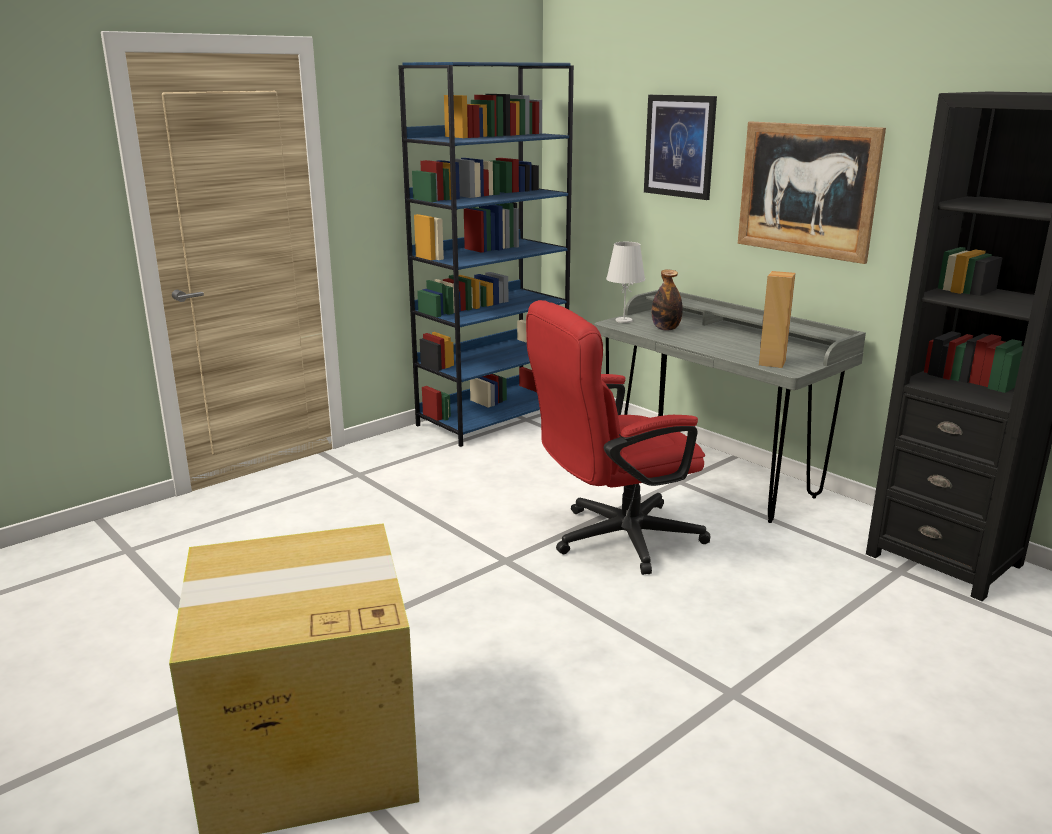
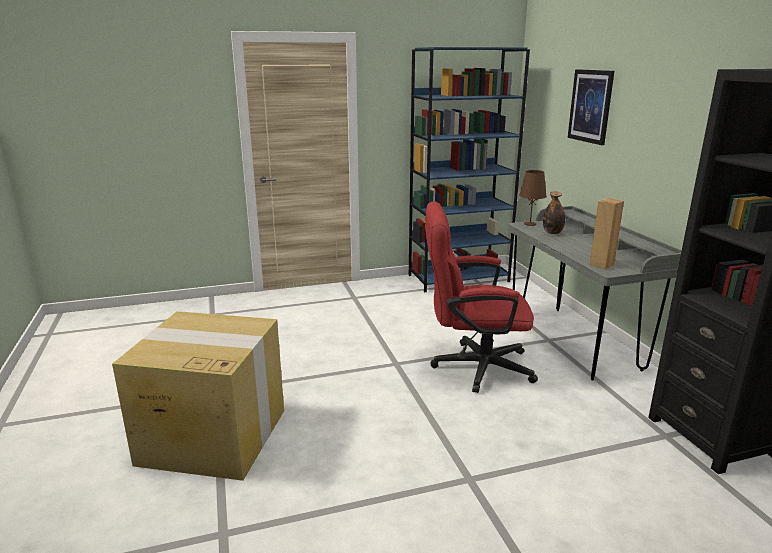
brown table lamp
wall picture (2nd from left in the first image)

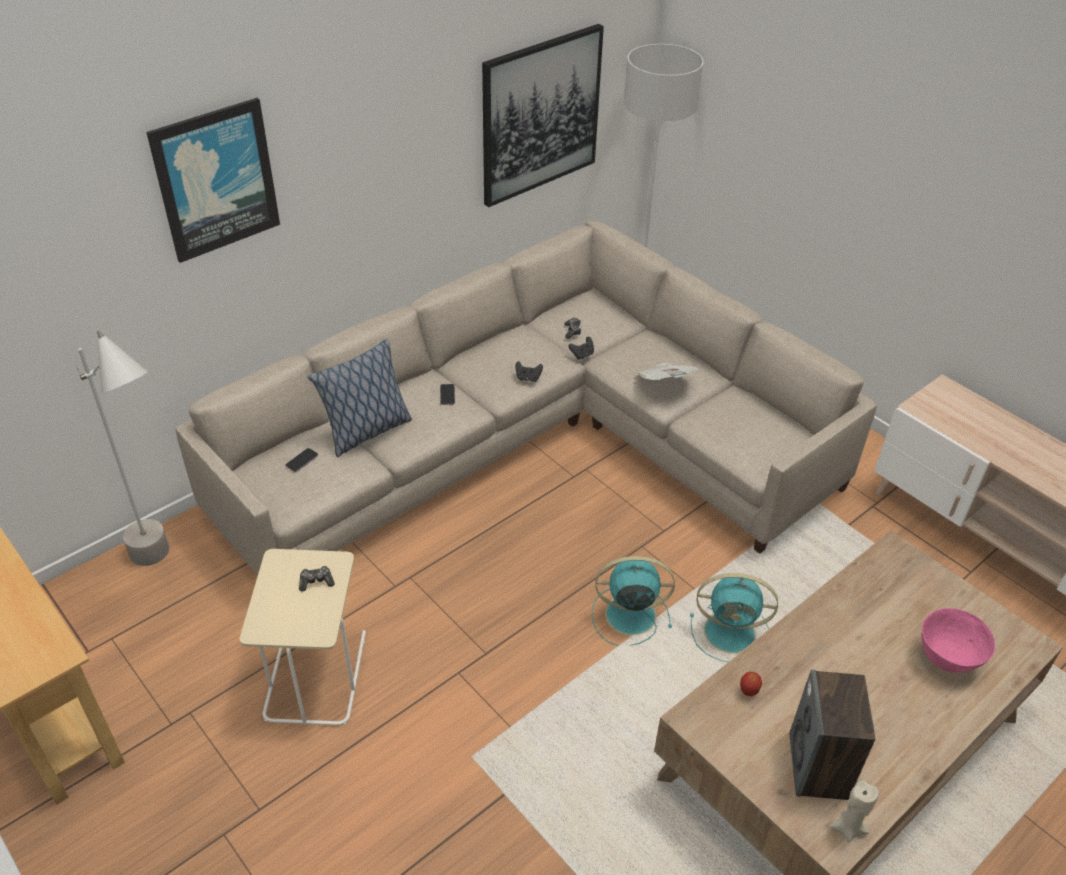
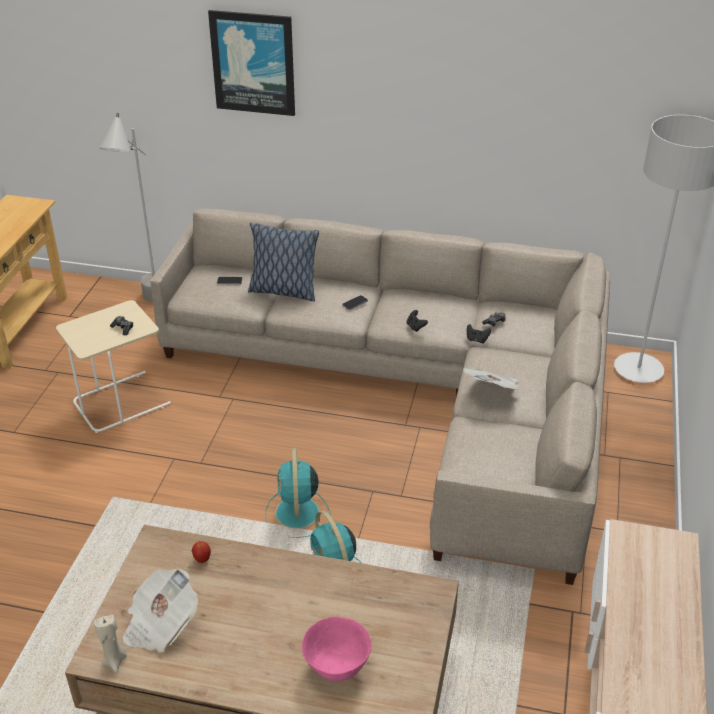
wall picture (2nd from left in the first image)
blue-green cooling fan (1st from left)
printed paper (1st from left)

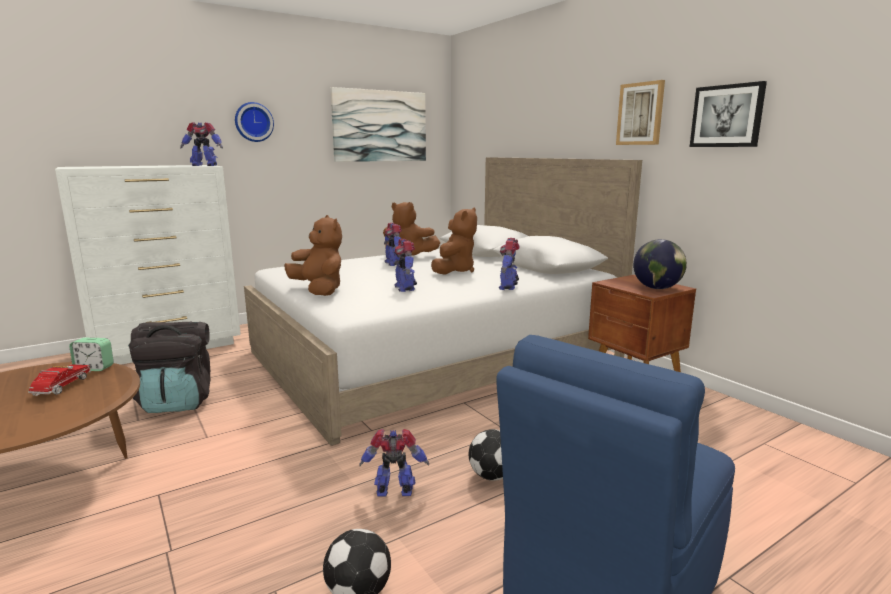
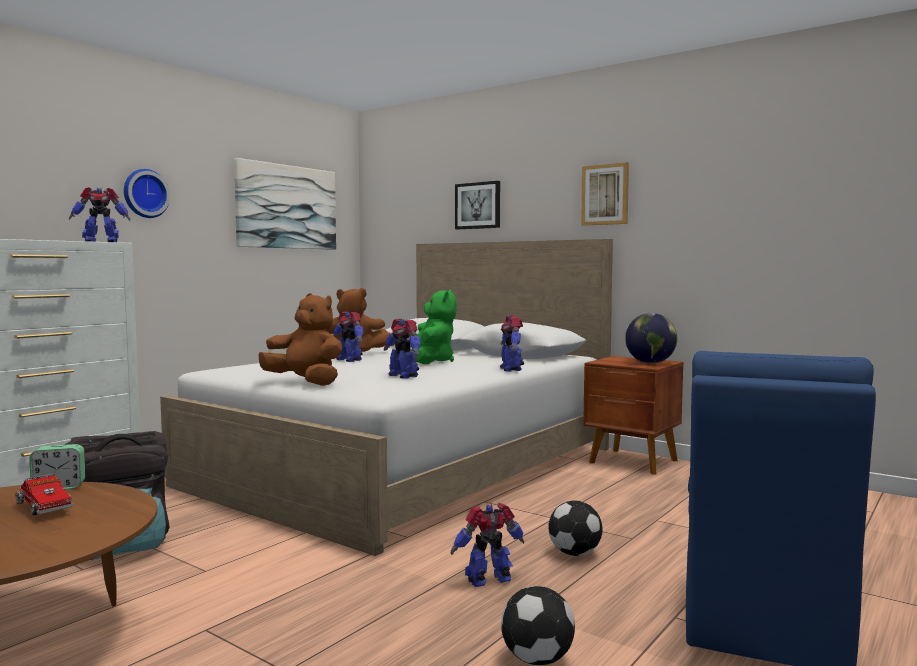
model truck
green-coloured cuddly toy
wall picture (2nd from left)

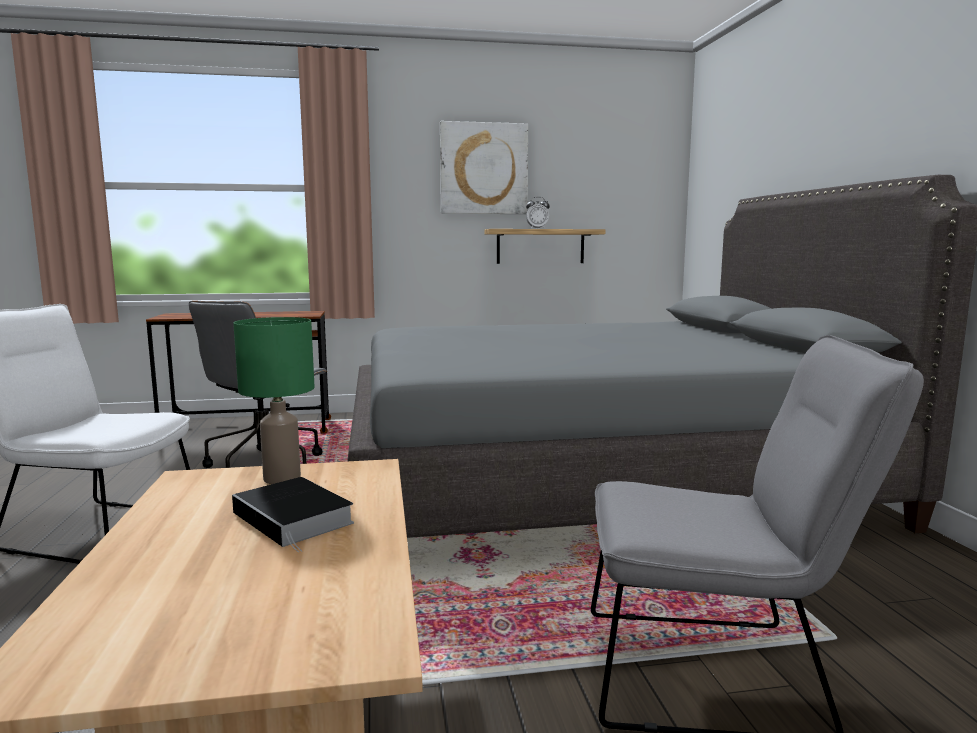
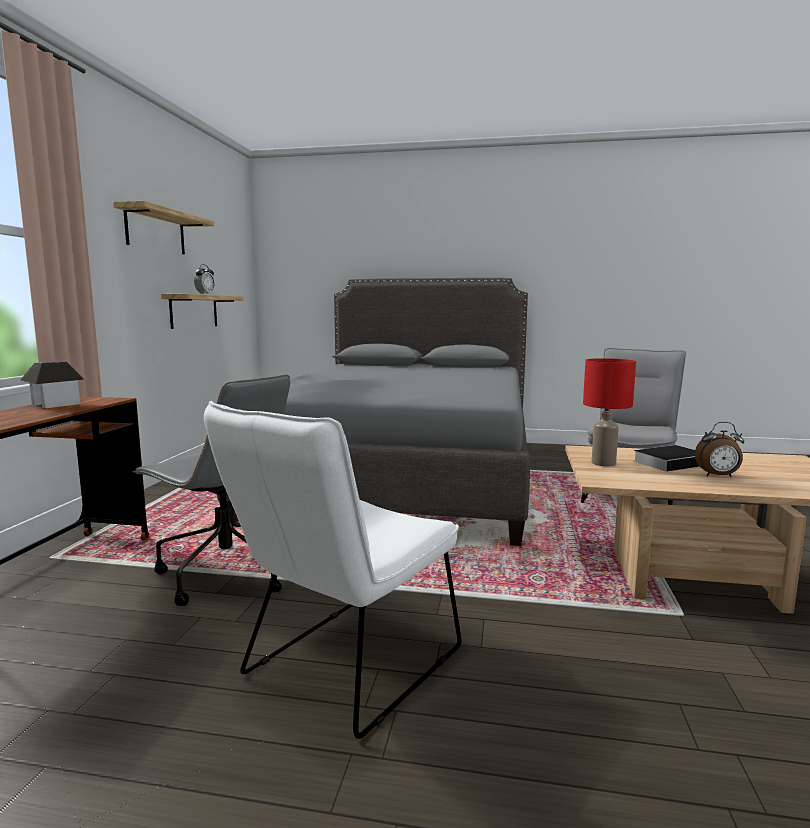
red-coloured table lamp
wall shelf (1st from left)
toy house
table clock (2nd from left)

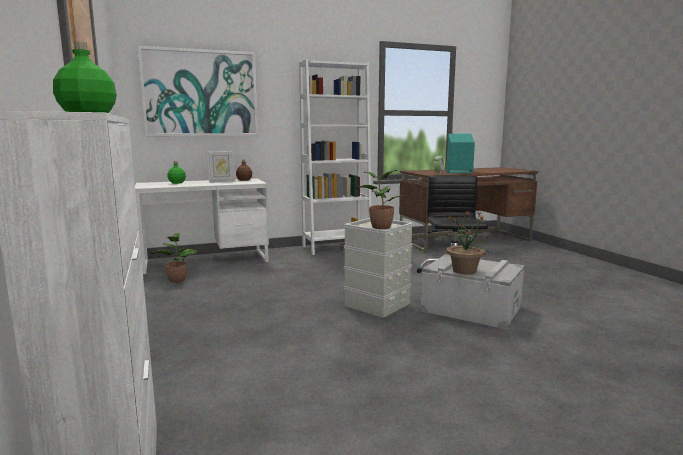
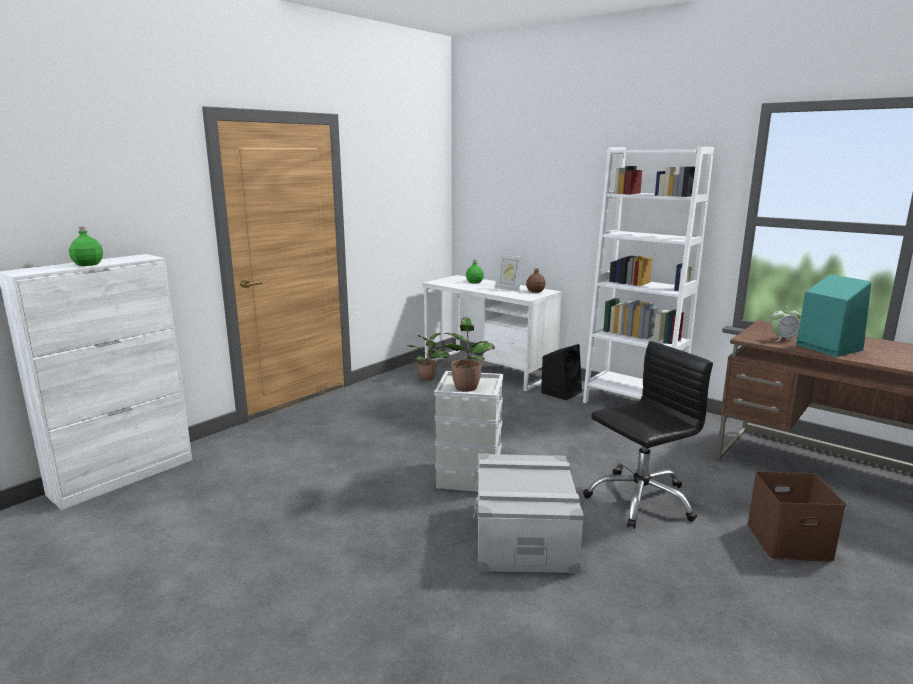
wall picture
plant in a pot (3rd from left in the first image)
black-coloured speaker
brown storage box

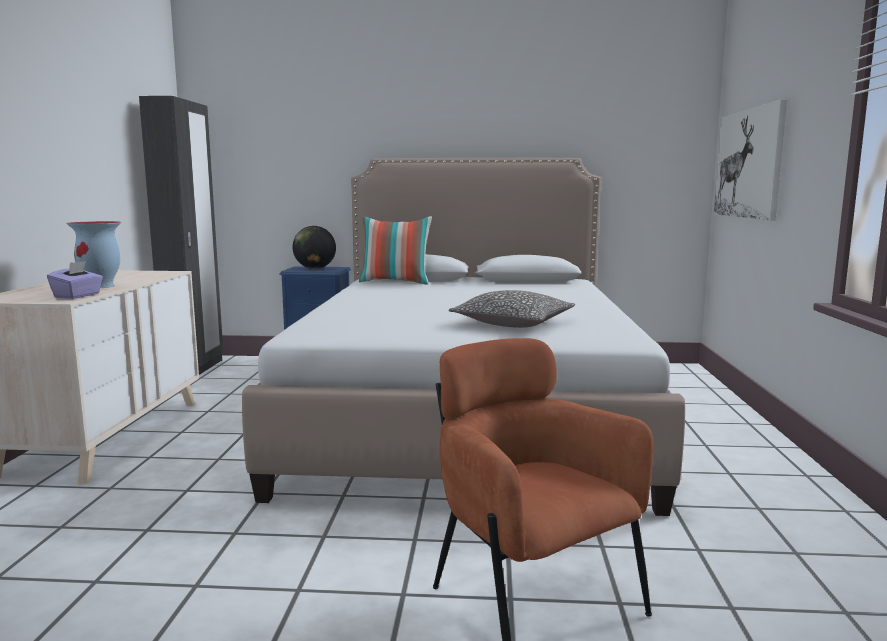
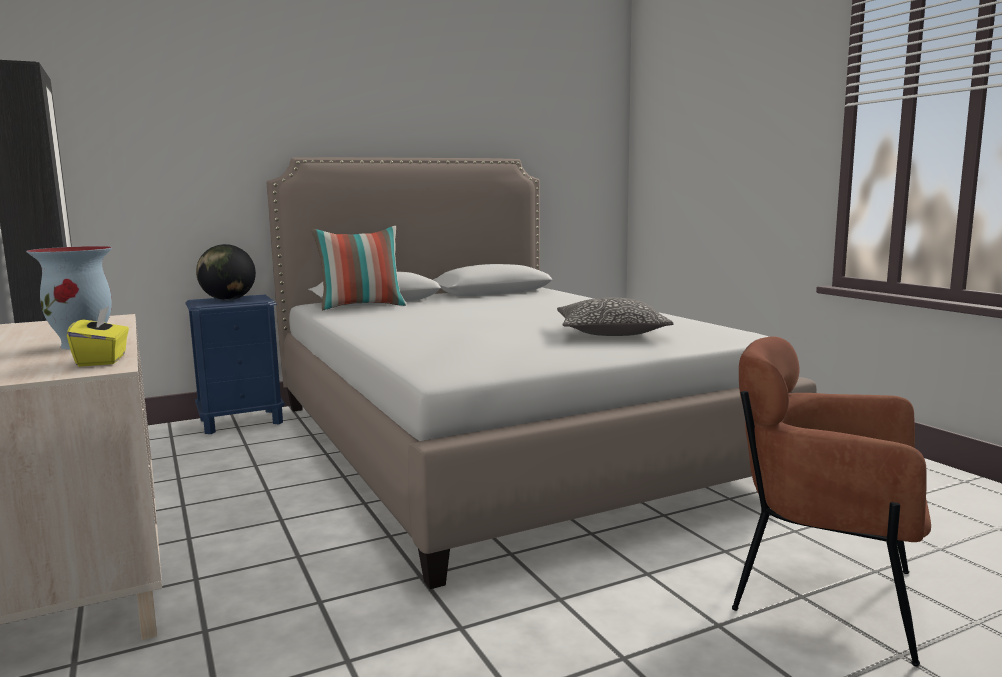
yellow box of tissues
wall picture

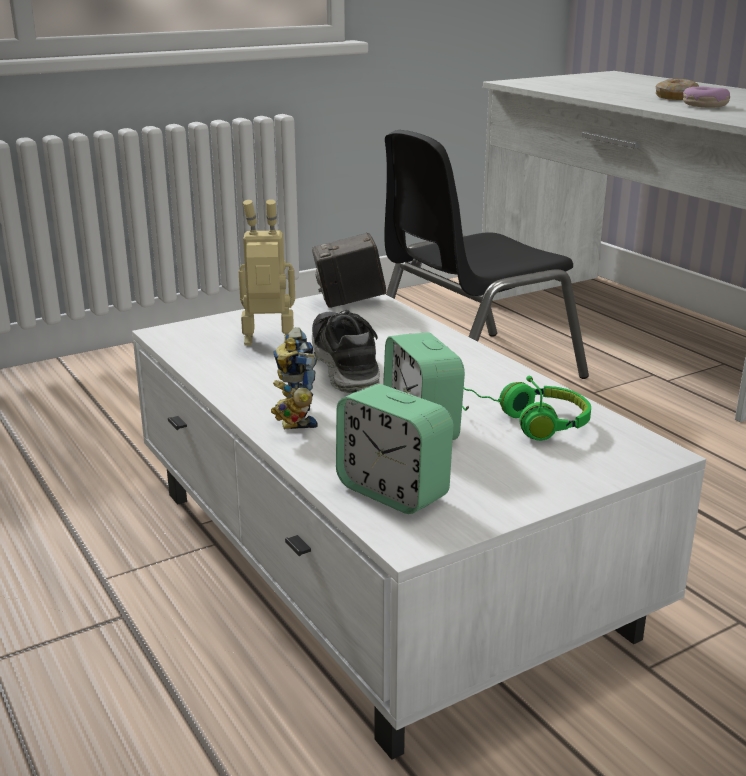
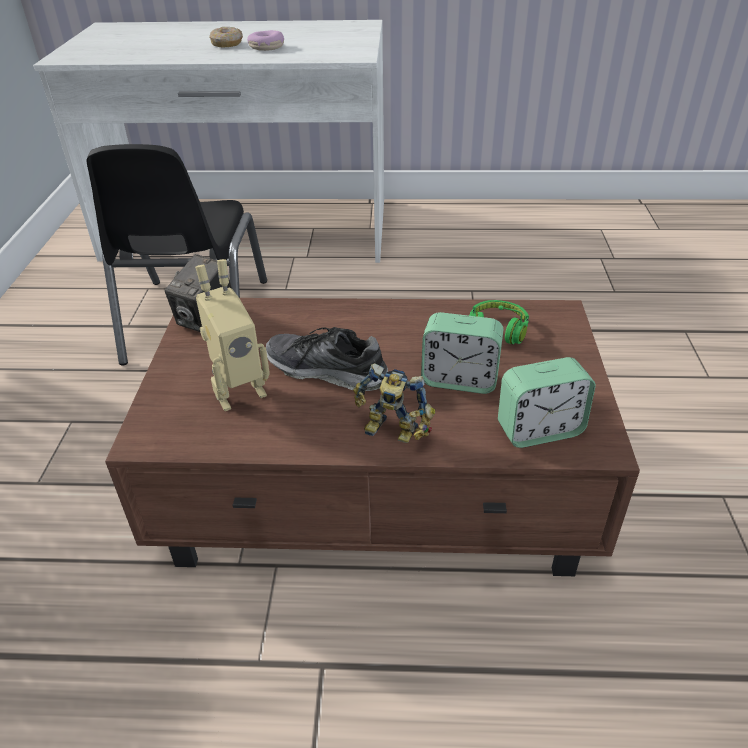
brown coffee table
robot figure (1st from left)

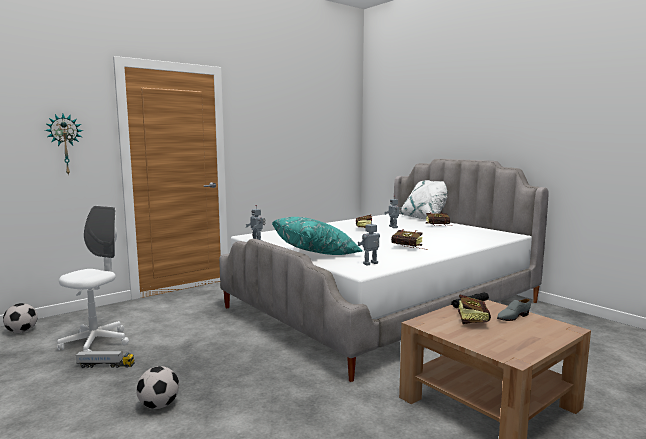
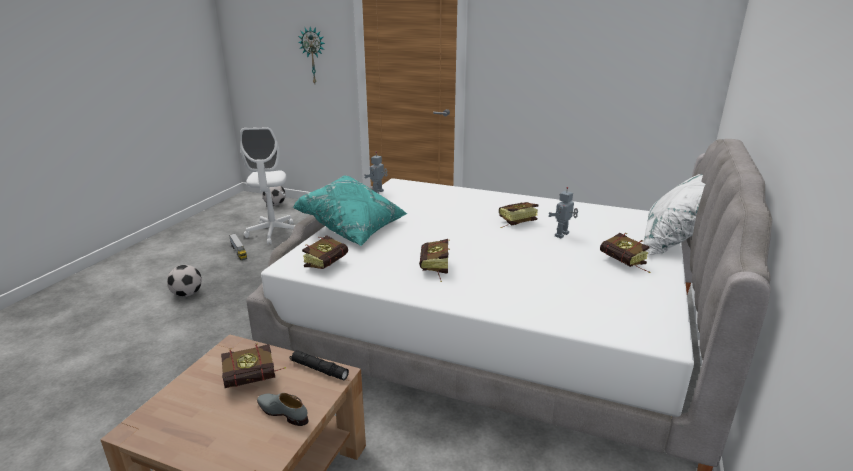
whitish office chair
bound book (2nd from left)

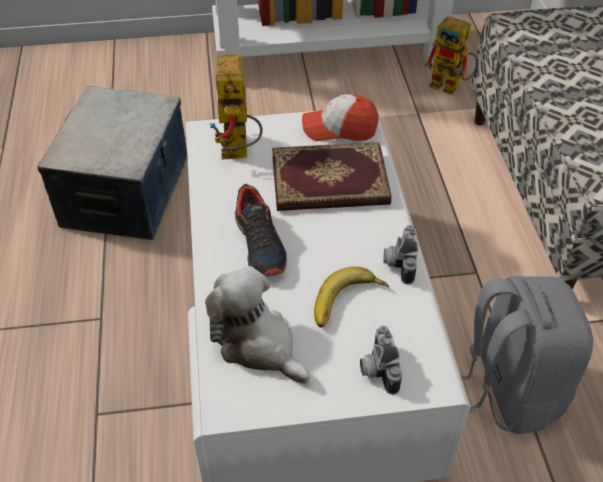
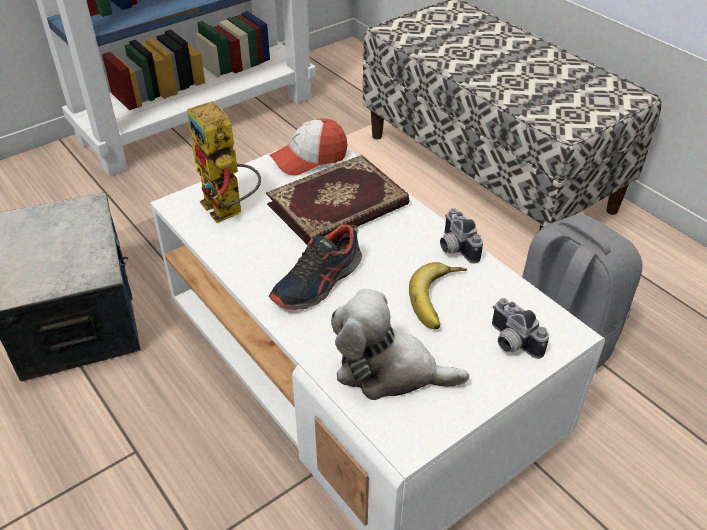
shoe
robot figure (2nd from left in the first image)

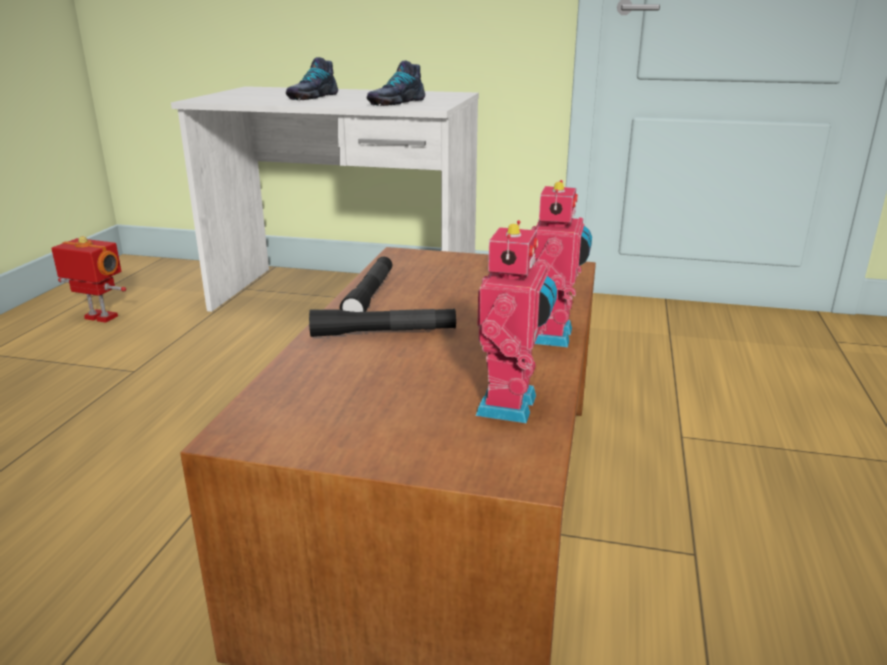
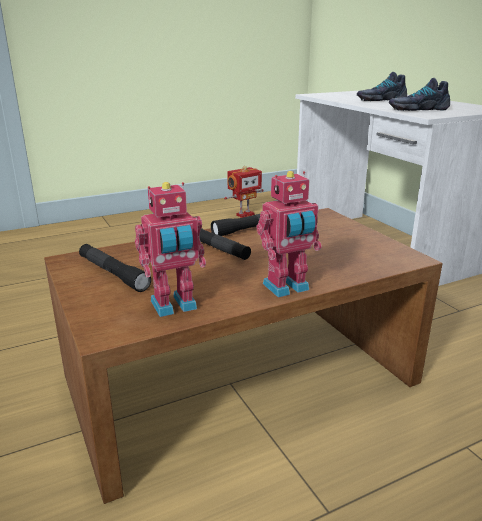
robot figure (2nd from left)
black-coloured hand torch (1st from left)

